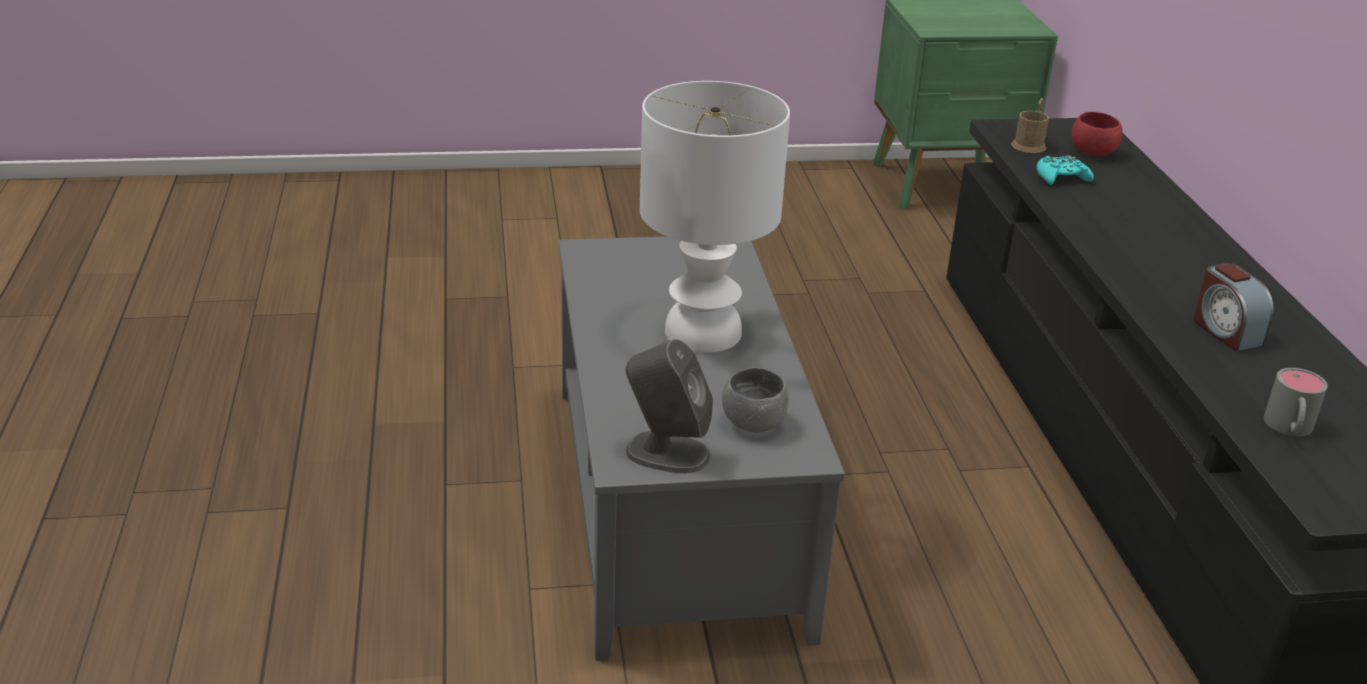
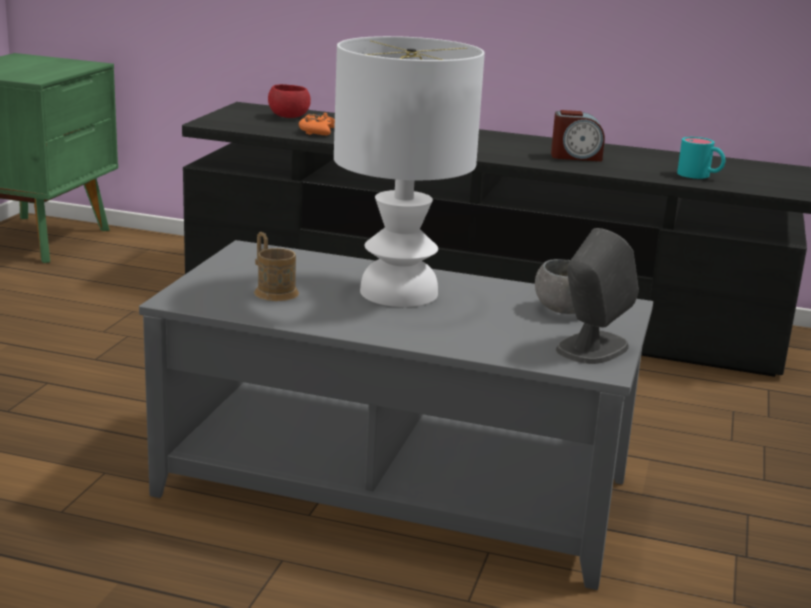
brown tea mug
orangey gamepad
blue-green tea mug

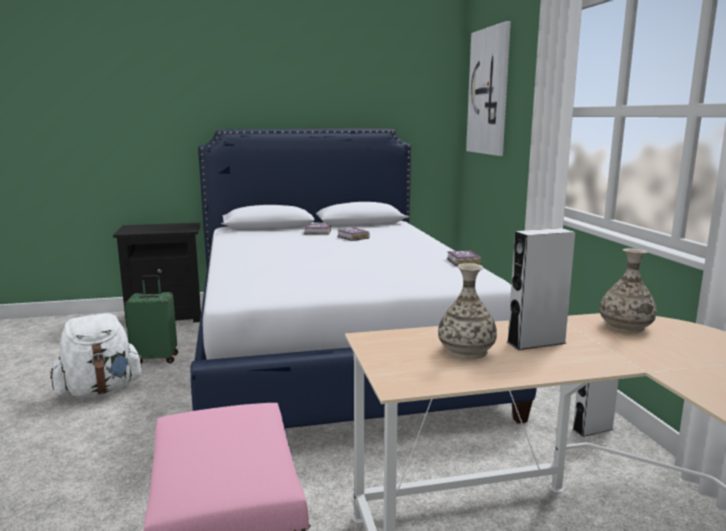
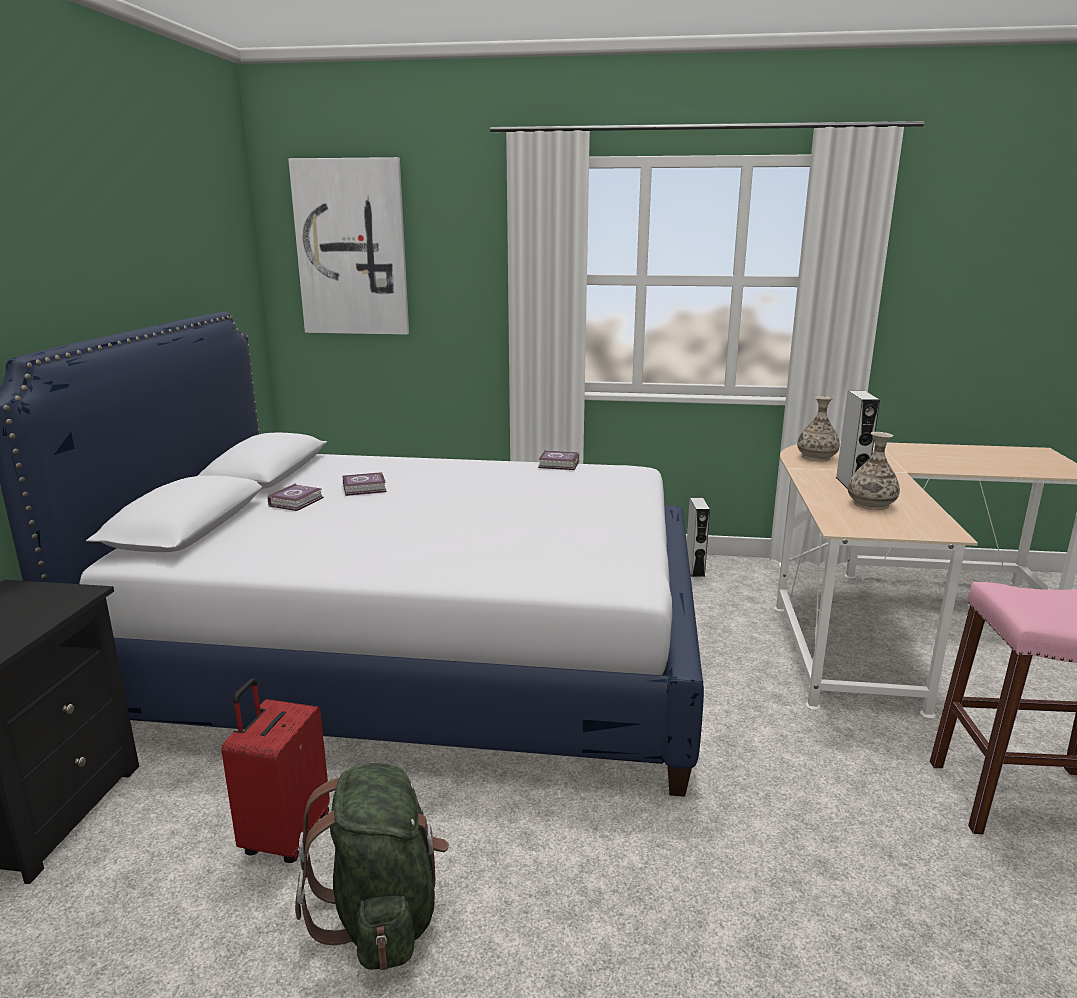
green-coloured knapsack
red-coloured suitcase

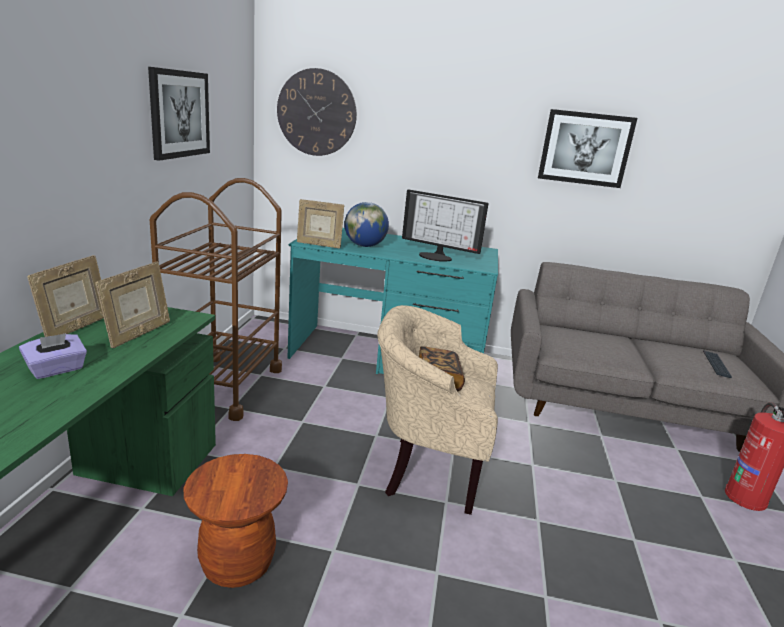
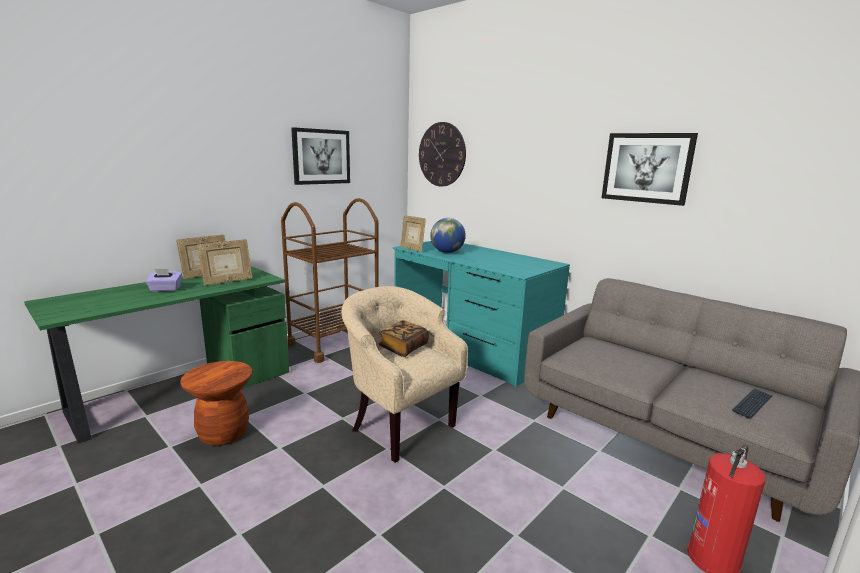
computer screen

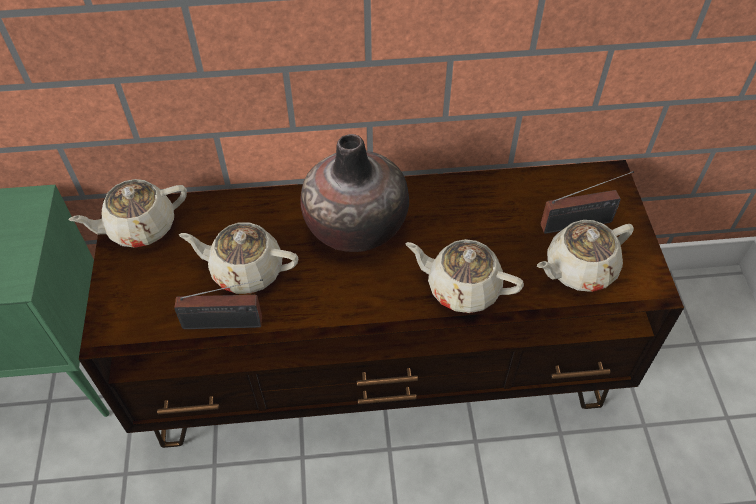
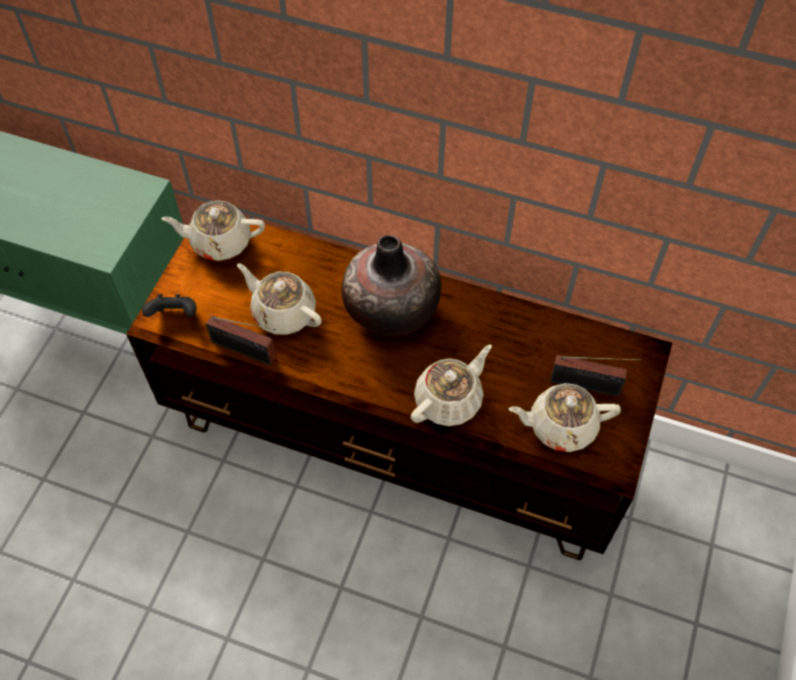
beige-coloured pot for tea (3rd from left)
black-coloured gamepad

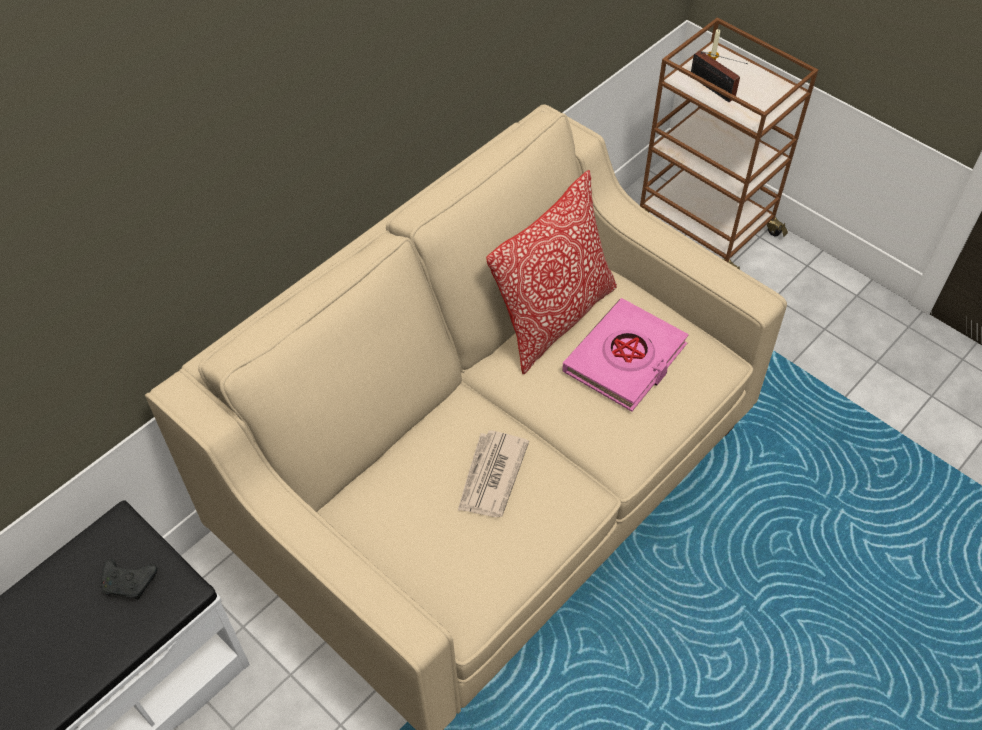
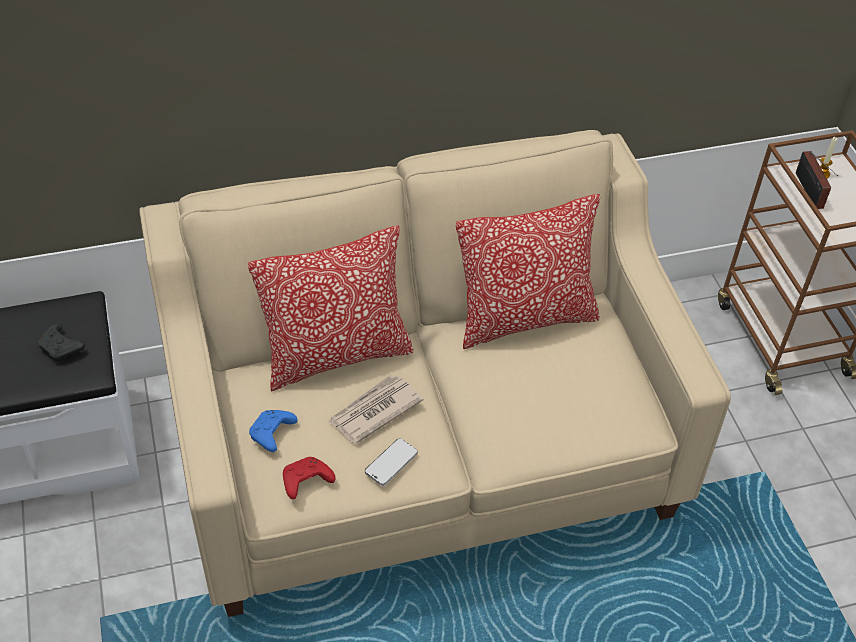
pinkish bound book
cushion (1st from left)
blue gamepad
red-coloured gamepad
handset

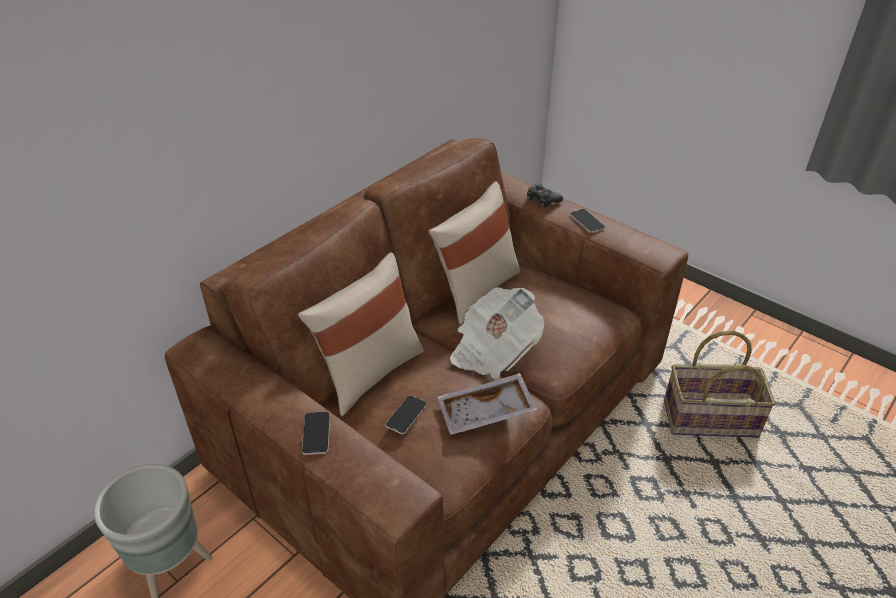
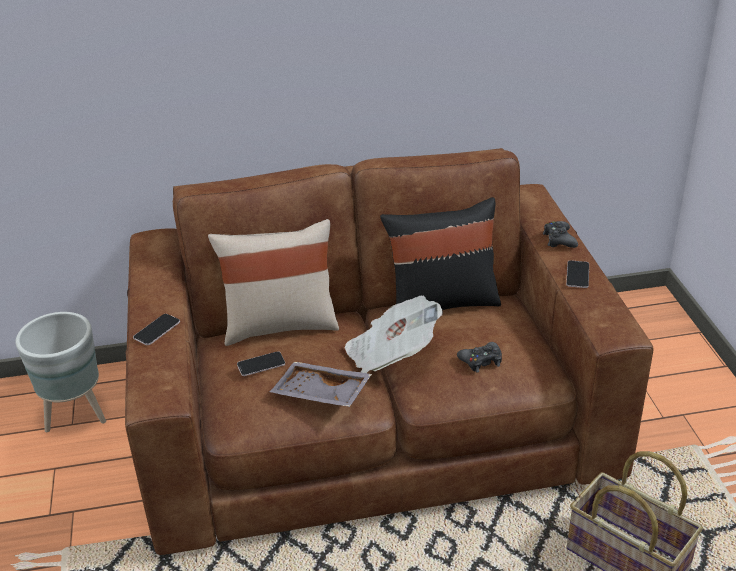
black-coloured cushion
black-coloured gamepad (1st from left)

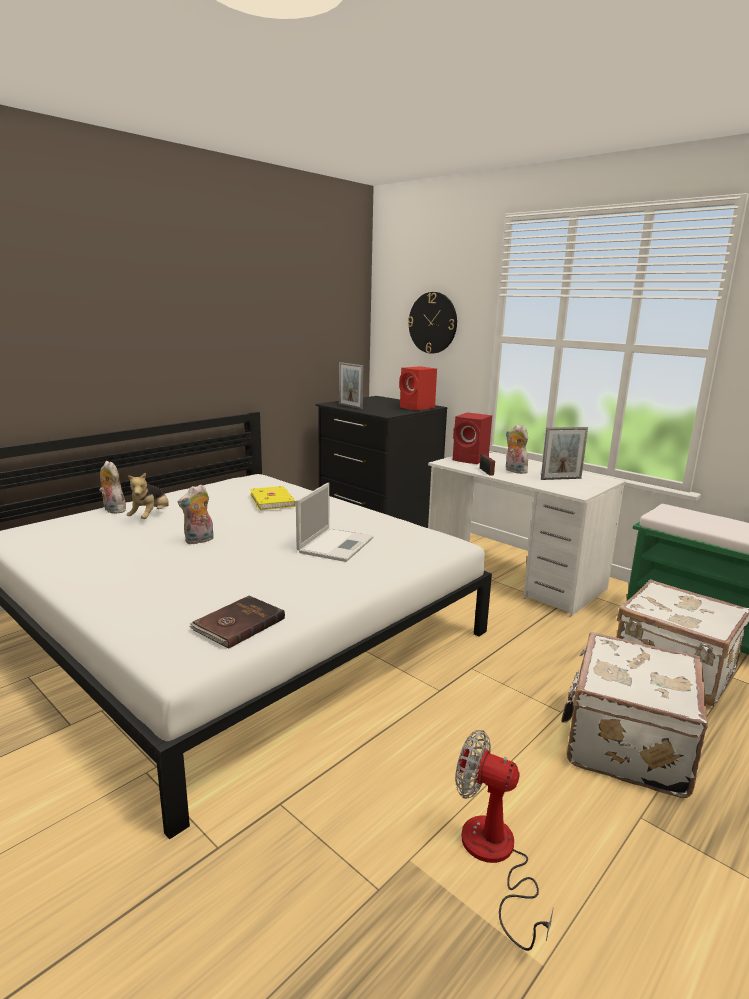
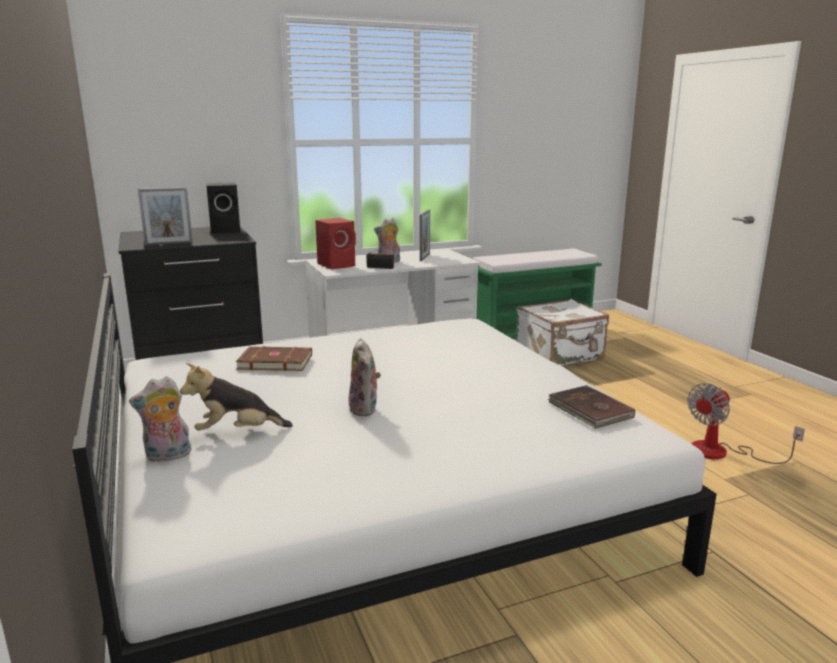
cuddly toy (2nd from left)
brown bound book (1st from left)
notebook computer
black-coloured speaker
clock on the wall
whitish suitcase (1st from left in the first image)

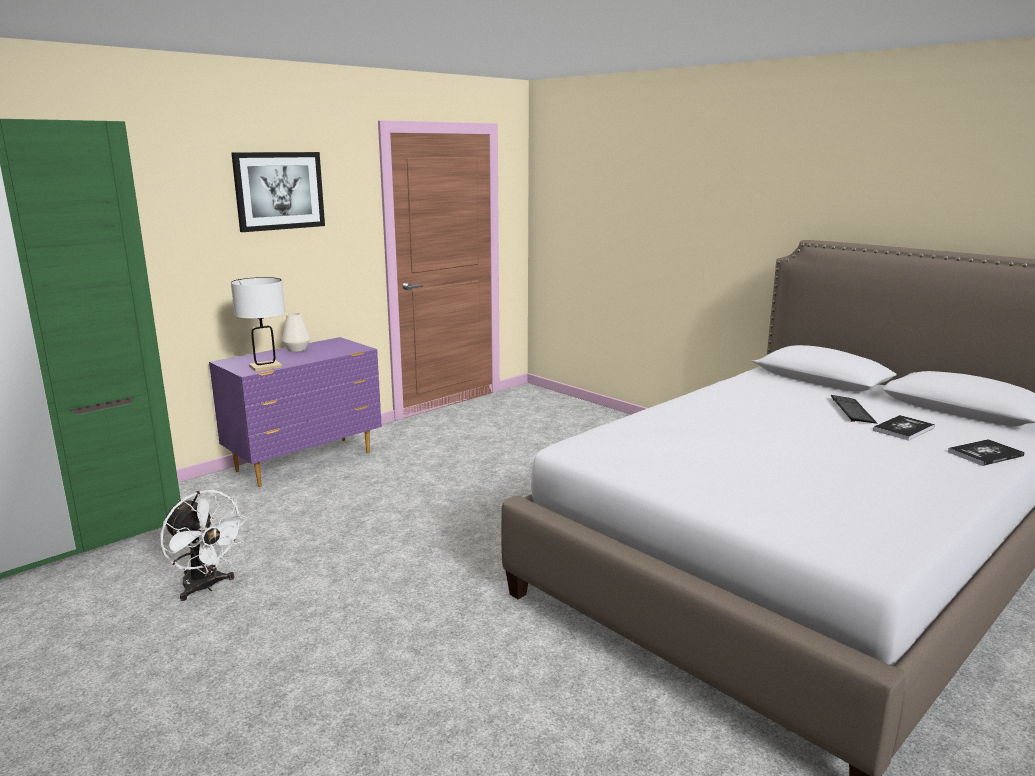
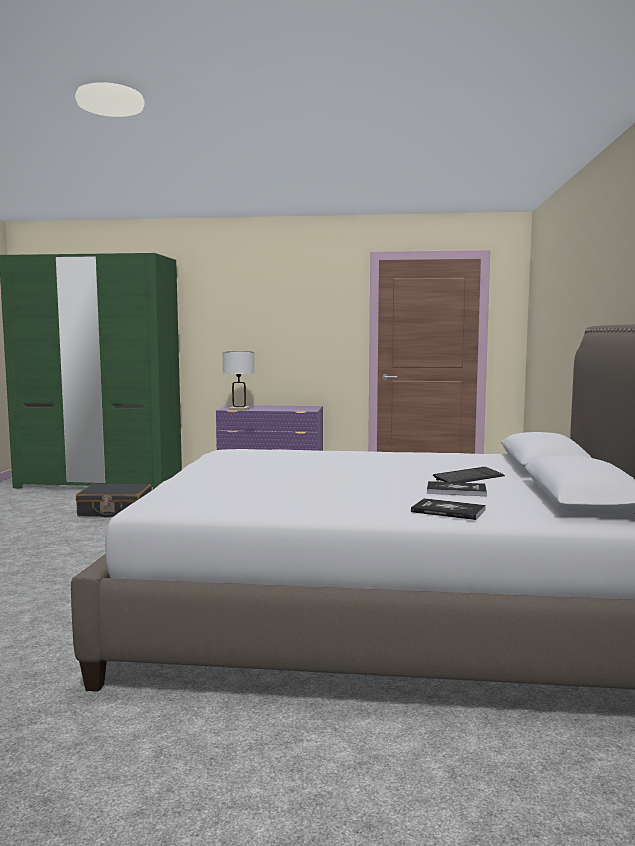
black-coloured suitcase
wall picture
whitish decorative vase

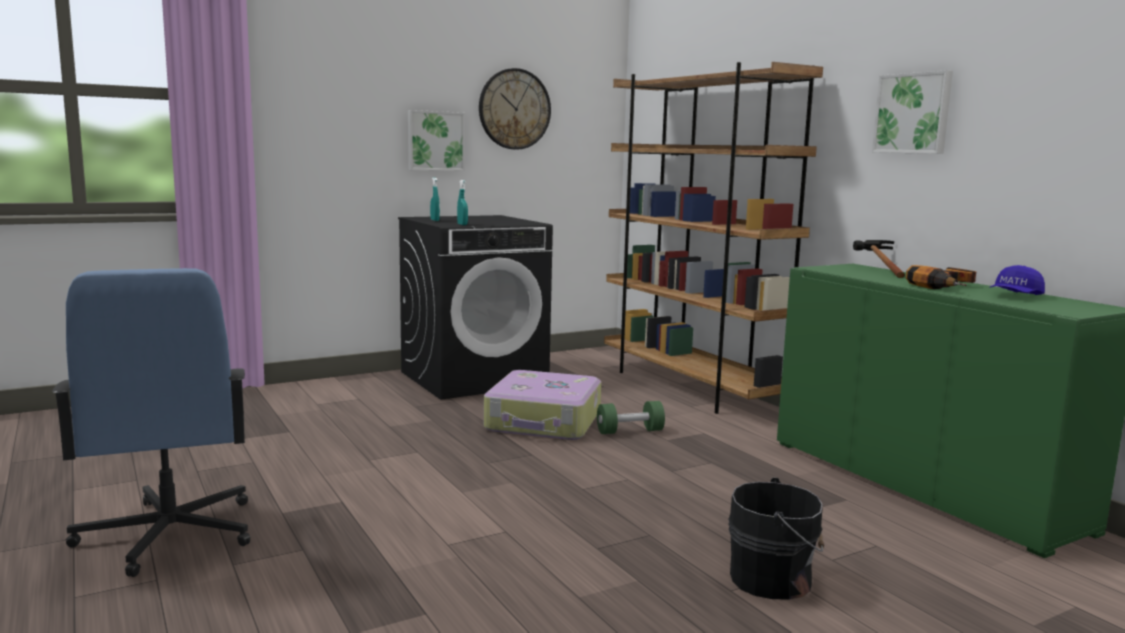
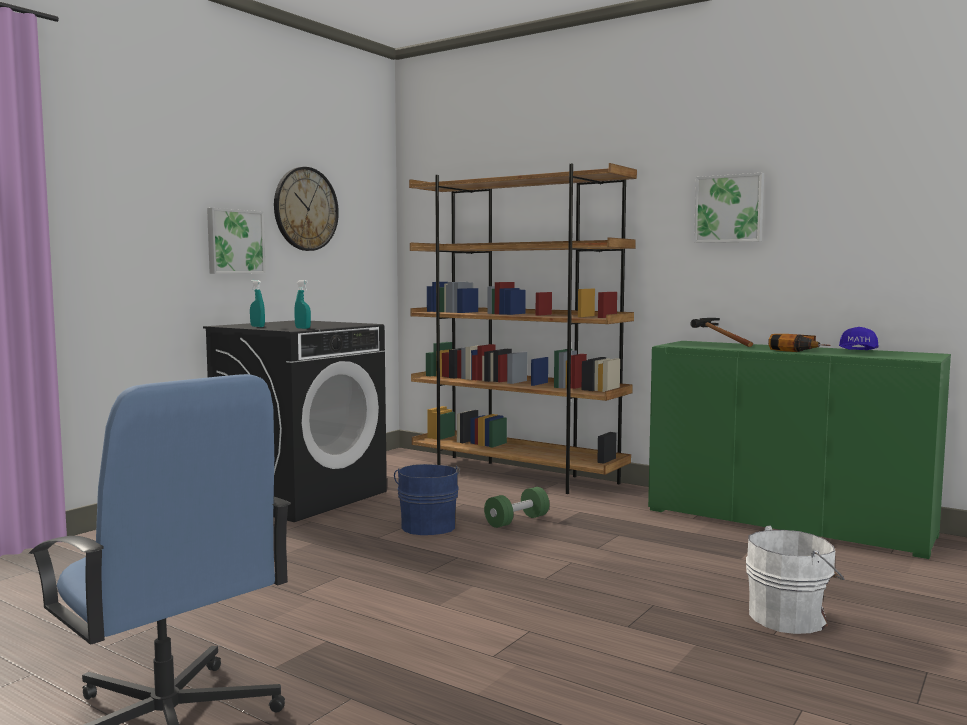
blue water bucket
whitish water bucket

